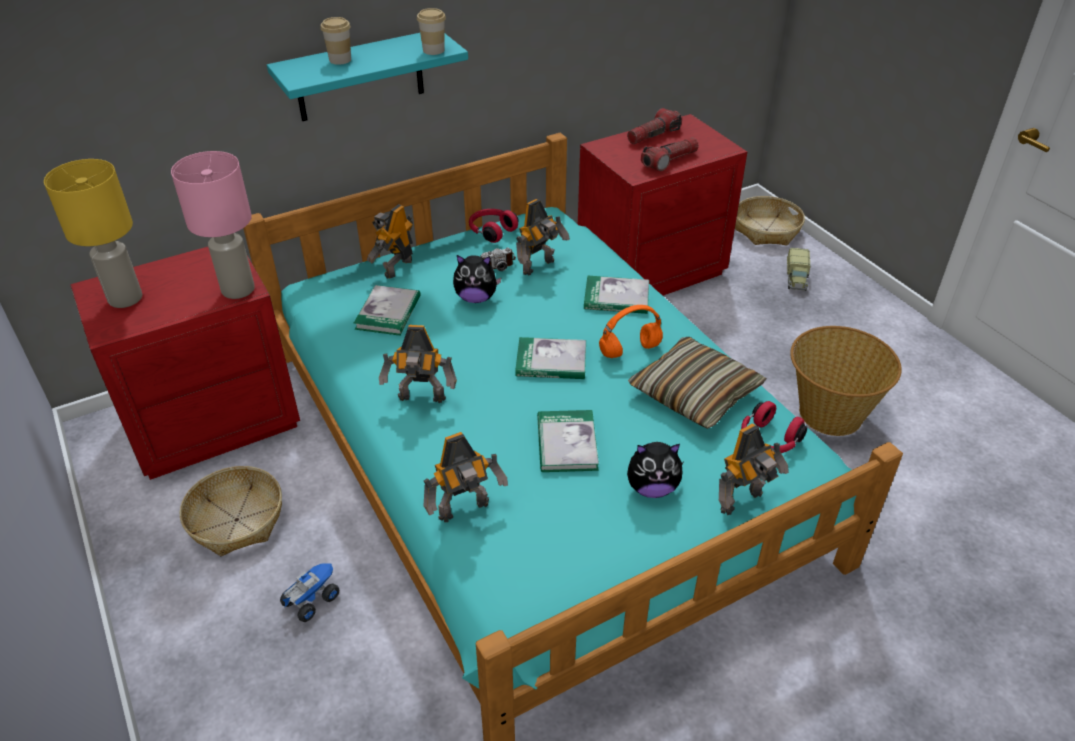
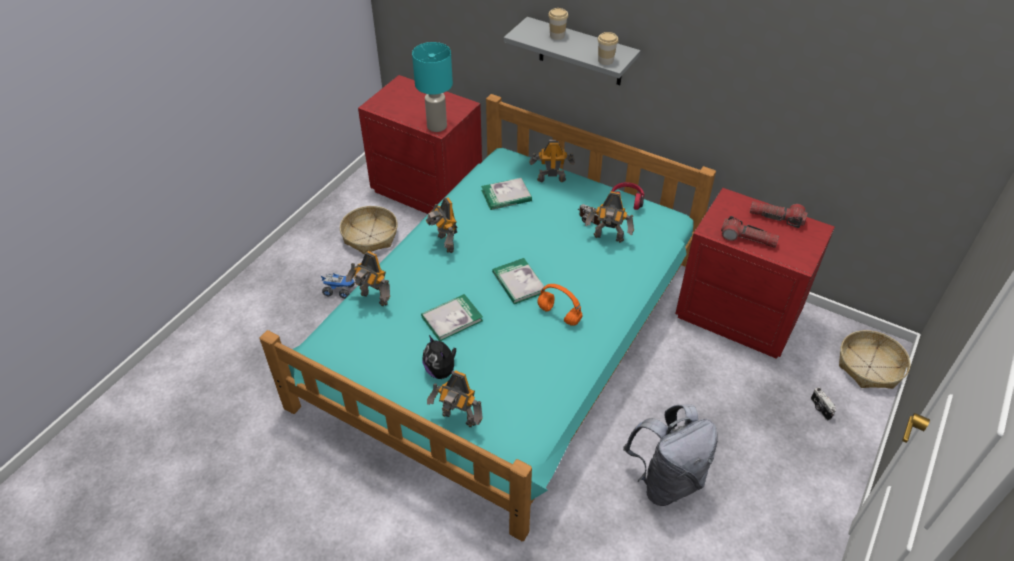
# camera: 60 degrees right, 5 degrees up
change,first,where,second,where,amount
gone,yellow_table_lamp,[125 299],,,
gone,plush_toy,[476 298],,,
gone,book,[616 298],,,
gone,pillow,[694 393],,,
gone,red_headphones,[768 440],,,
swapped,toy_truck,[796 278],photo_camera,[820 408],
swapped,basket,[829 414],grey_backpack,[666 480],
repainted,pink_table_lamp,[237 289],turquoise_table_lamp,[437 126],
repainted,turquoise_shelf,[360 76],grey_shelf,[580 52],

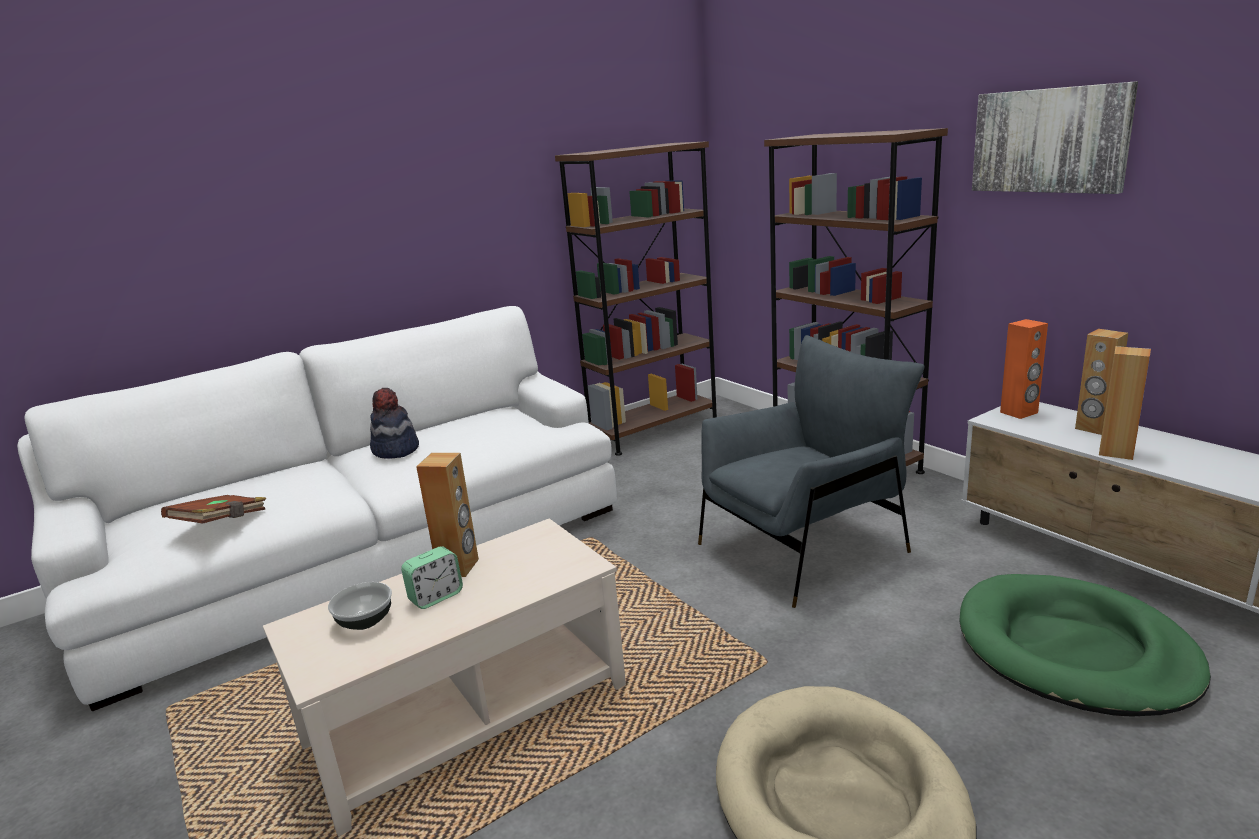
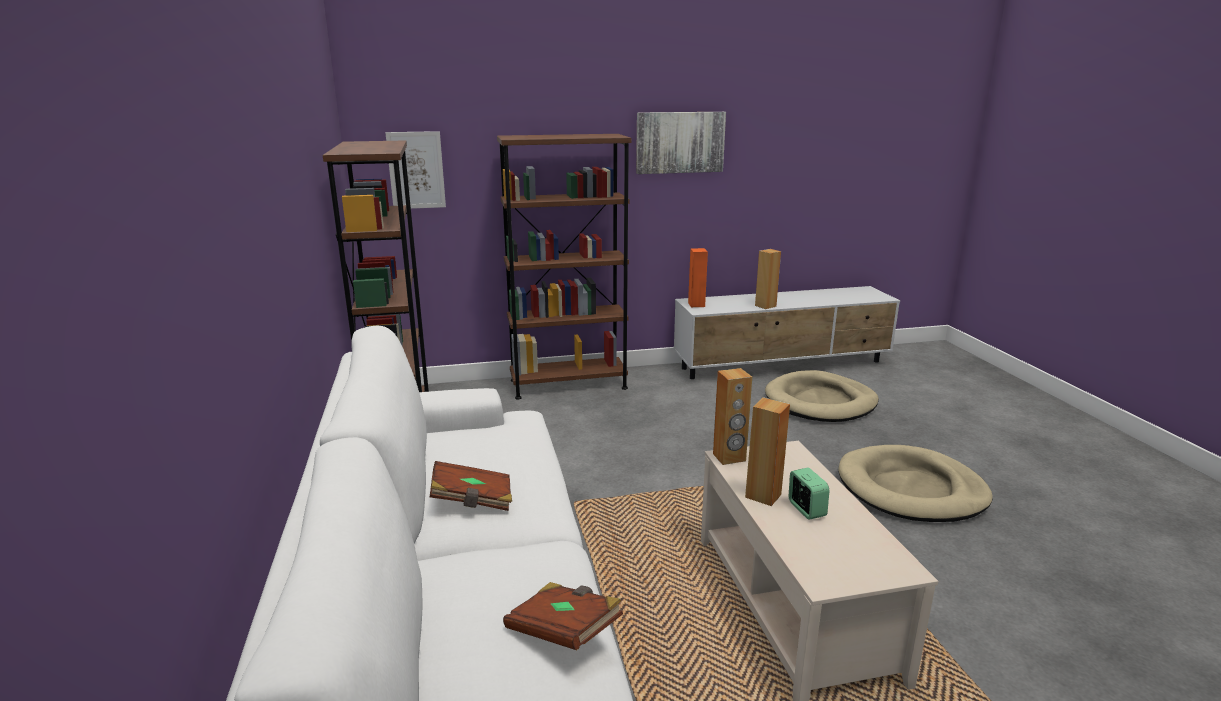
# camera: 70 degrees left, 0 degrees up
change,first,where,second,where,amount
gone,bowl,[364 621],,,
gone,grey_armchair,[803 547],,,
new,,,picture,[416 170],
shifted,brown_speaker,[1094 428],,[729 457],
swapped,hat,[395 450],brown_book,[472 501],
repainted,green_dog_bed,[1073 650],beige_dog_bed,[820 402],

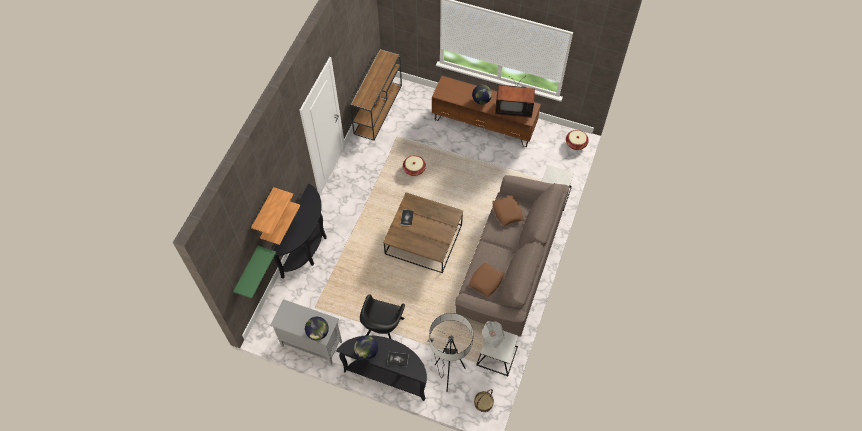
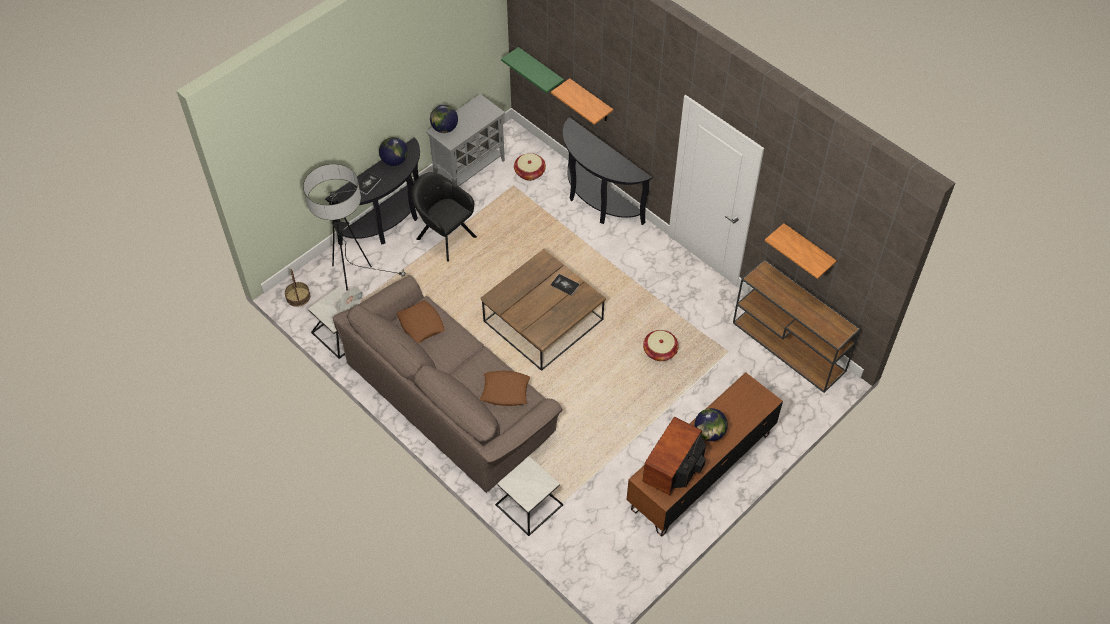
# camera: 115 degrees right, 5 degrees down
change,first,where,second,where,amount
shifted,shelf,[263 211],,[808 249],
shifted,basket,[576 143],,[529 172],

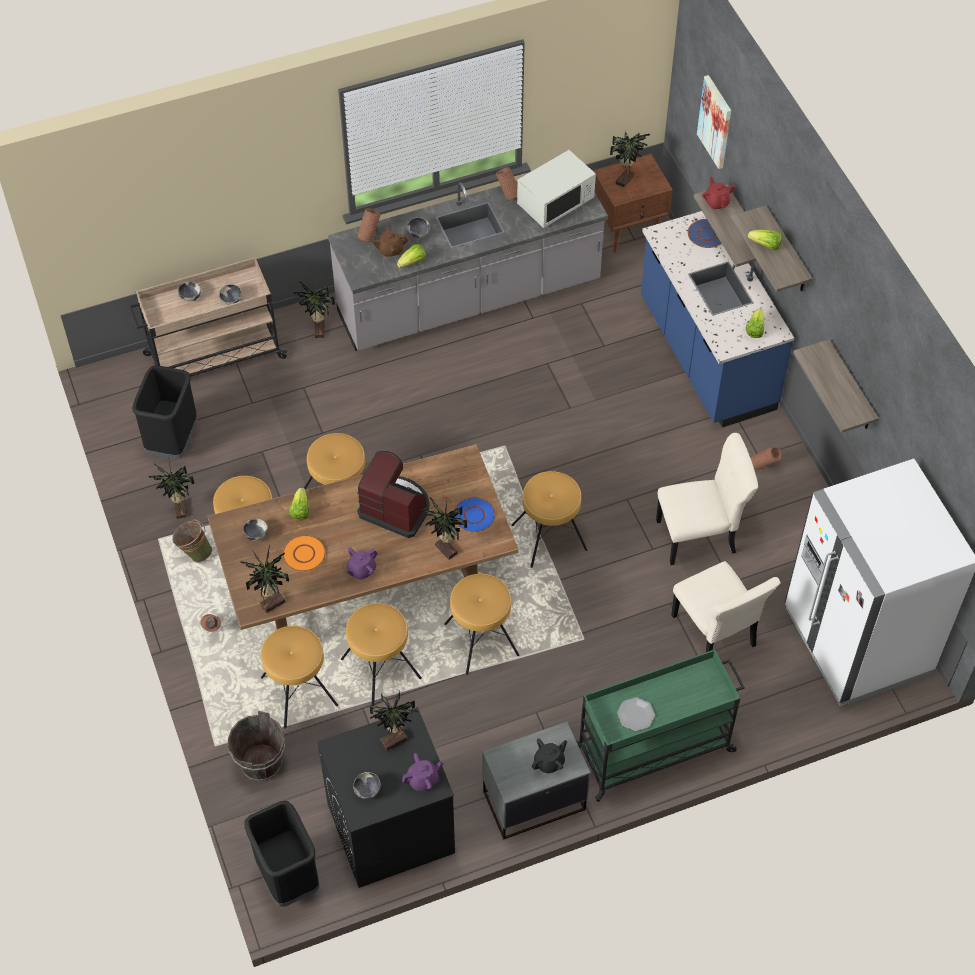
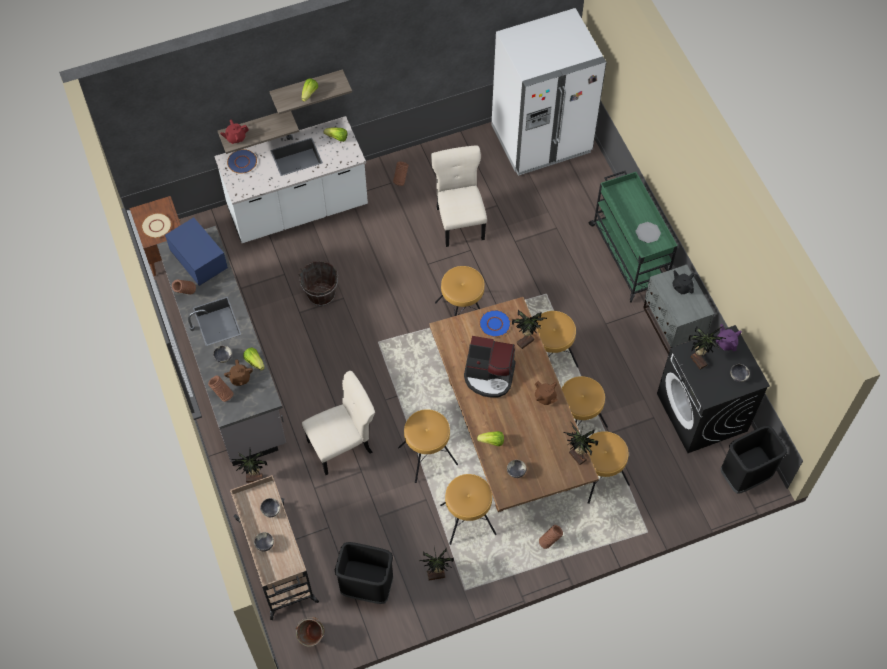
# camera: 90 degrees left, 5 degrees up
change,first,where,second,where,amount
gone,orange_plate,[304 554],,,
gone,picture,[715 121],,,
gone,shelf,[850 388],,,
shifted,green_bucket,[194 552],,[312 638],
shifted,brown_bucket,[261 763],,[321 294],
shifted,beige_chair,[715 633],,[342 446],
swapped,potted_plant,[626 180],beige_plate,[156 226],
repainted,purple_teapot,[361 570],brown_teapot,[545 397],
repainted,white_microwave,[555 202],blue_microwave,[198 260],
repainted,blue_counter,[705 355],white_counter,[298 209],
rotated,coffee_machine,[395 508],,[489 376],105 degrees counterclockwise

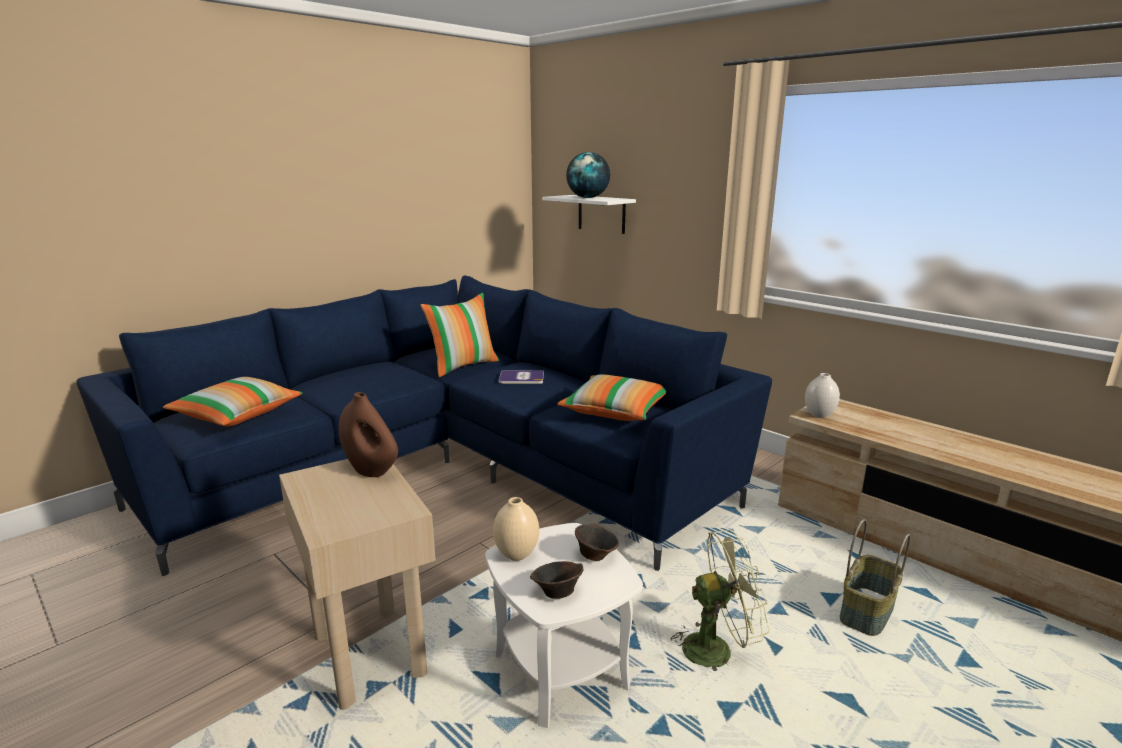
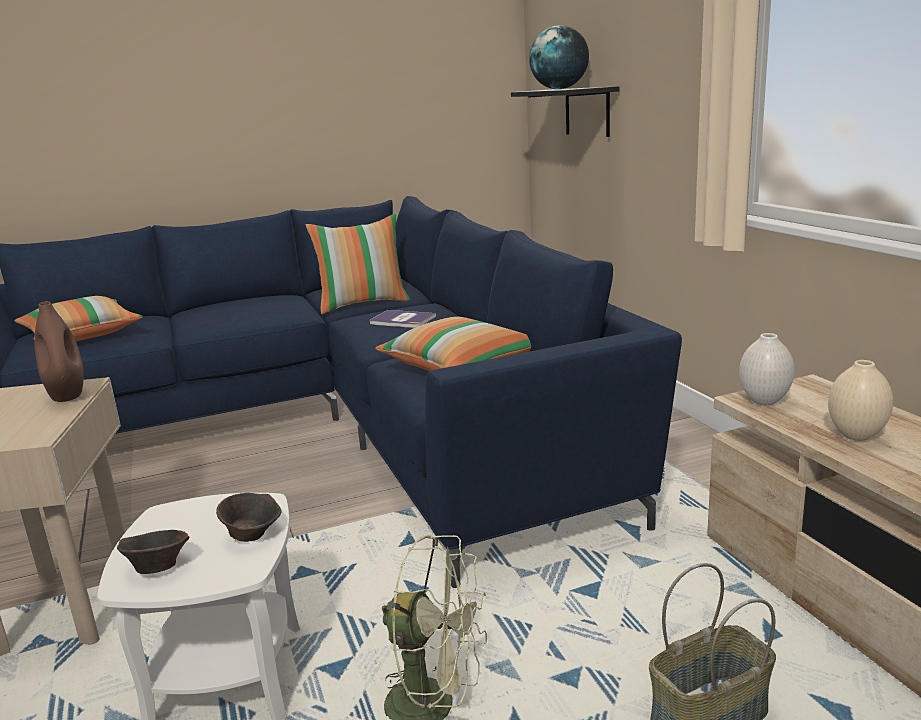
# camera: 25 degrees right, 0 degrees up
change,first,where,second,where,amount
shifted,beige_vase,[516 555],,[856 436],
repainted,white_shelf,[601 214],black_shelf,[587 111],

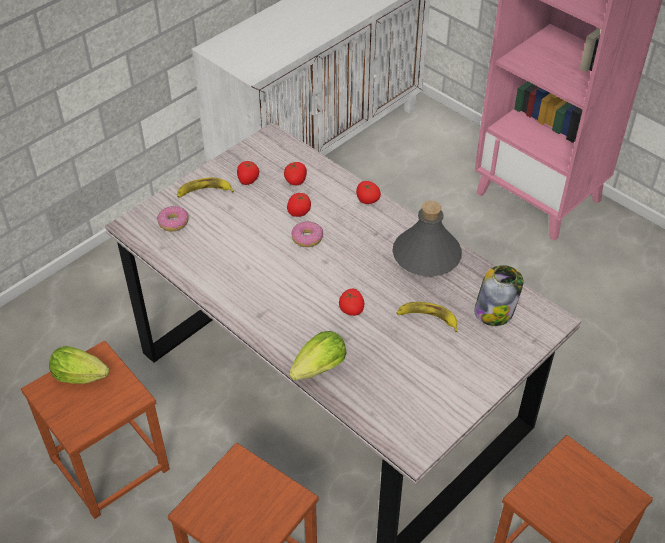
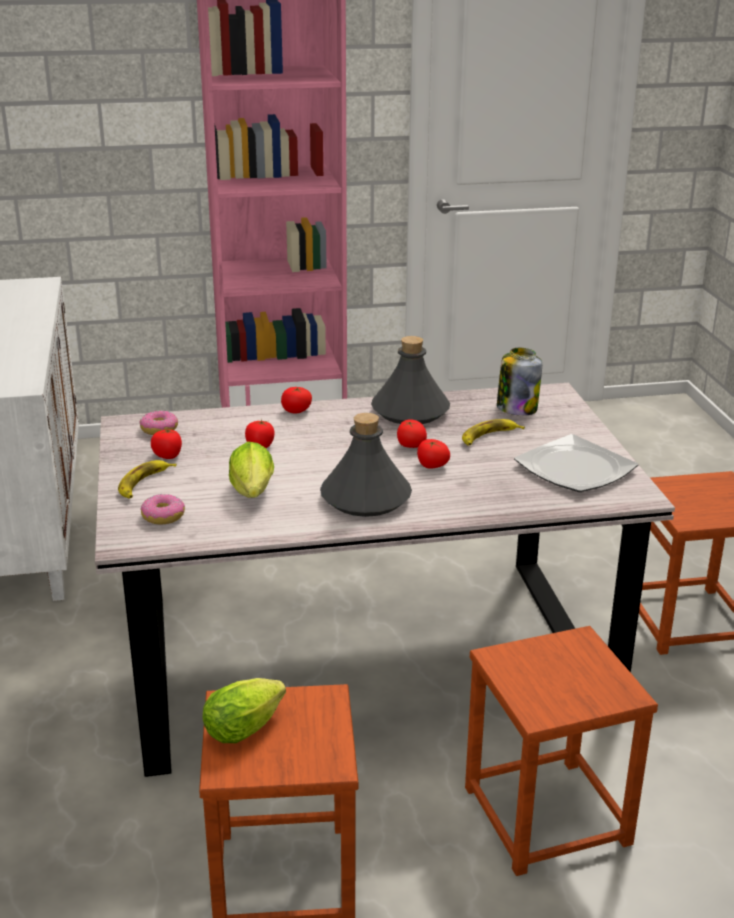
# camera: 55 degrees left, 20 degrees down
change,first,where,second,where,amount
new,,,grey_bottle,[365 498],
new,,,plate,[573 468],
shifted,tomato,[296 181],,[411 446],
shifted,lettuce,[316 370],,[253 494],
shifted,donut,[307 238],,[159 429],

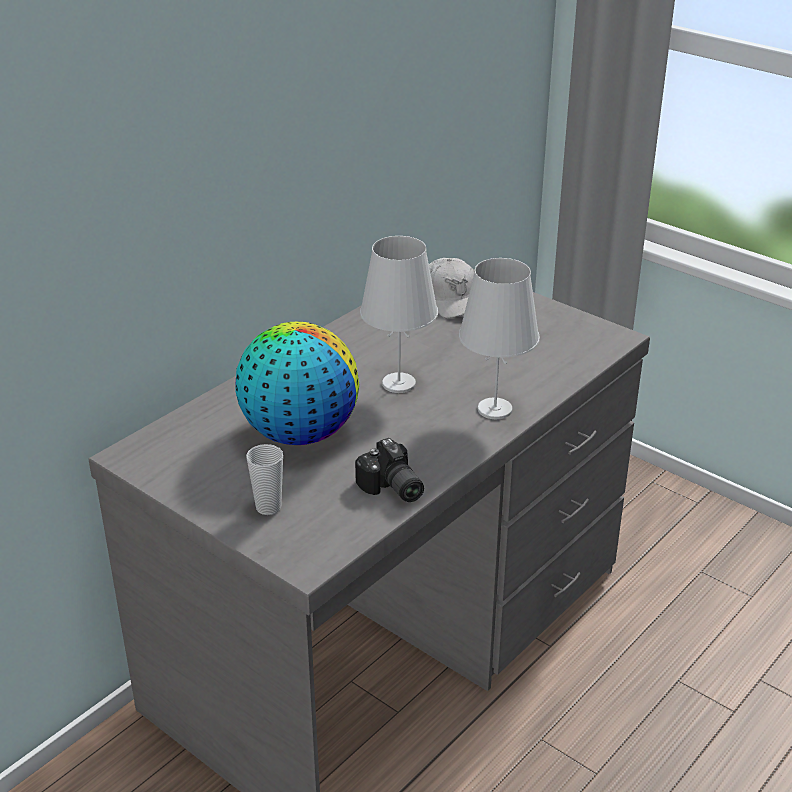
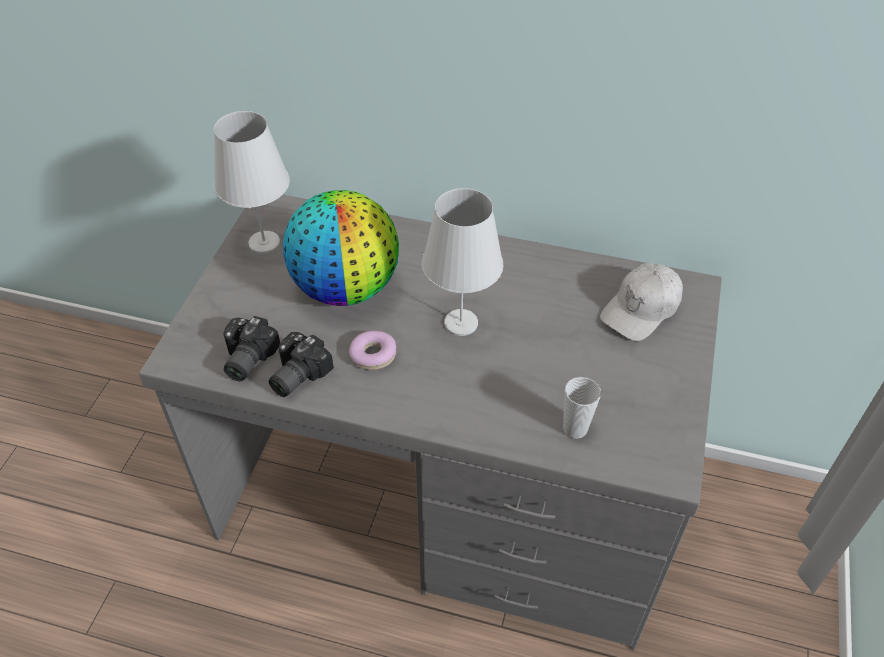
# camera: 65 degrees right, 15 degrees up
change,first,where,second,where,amount
new,,,photo_camera,[245 359],
new,,,donut,[373 355],
shifted,cup,[268 507],,[575 429],
shifted,white_table_lamp,[494 409],,[263 243],

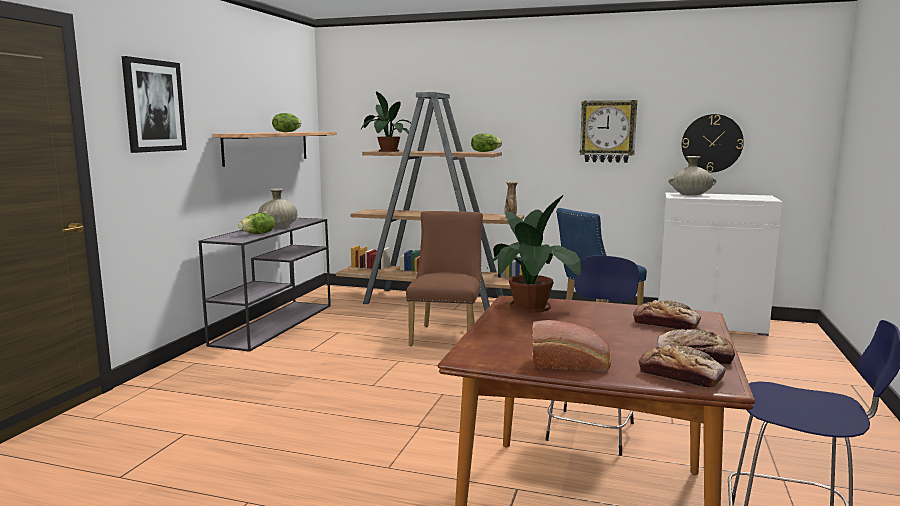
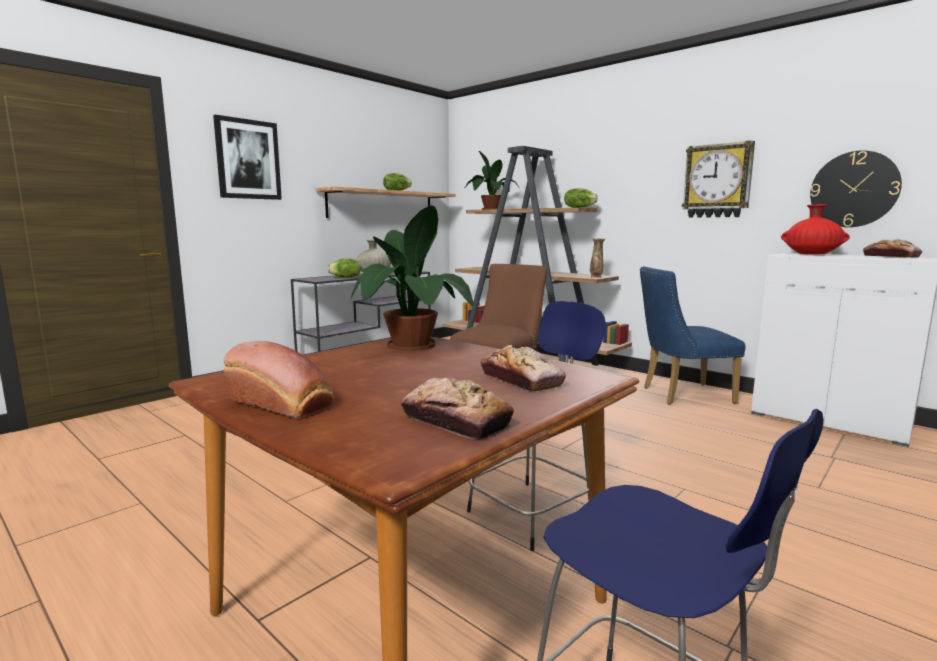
# camera: 25 degrees right, 0 degrees up
change,first,where,second,where,amount
shifted,bread,[680 376],,[891 257],
repainted,beige_vase,[691 195],red_vase,[812 254],

